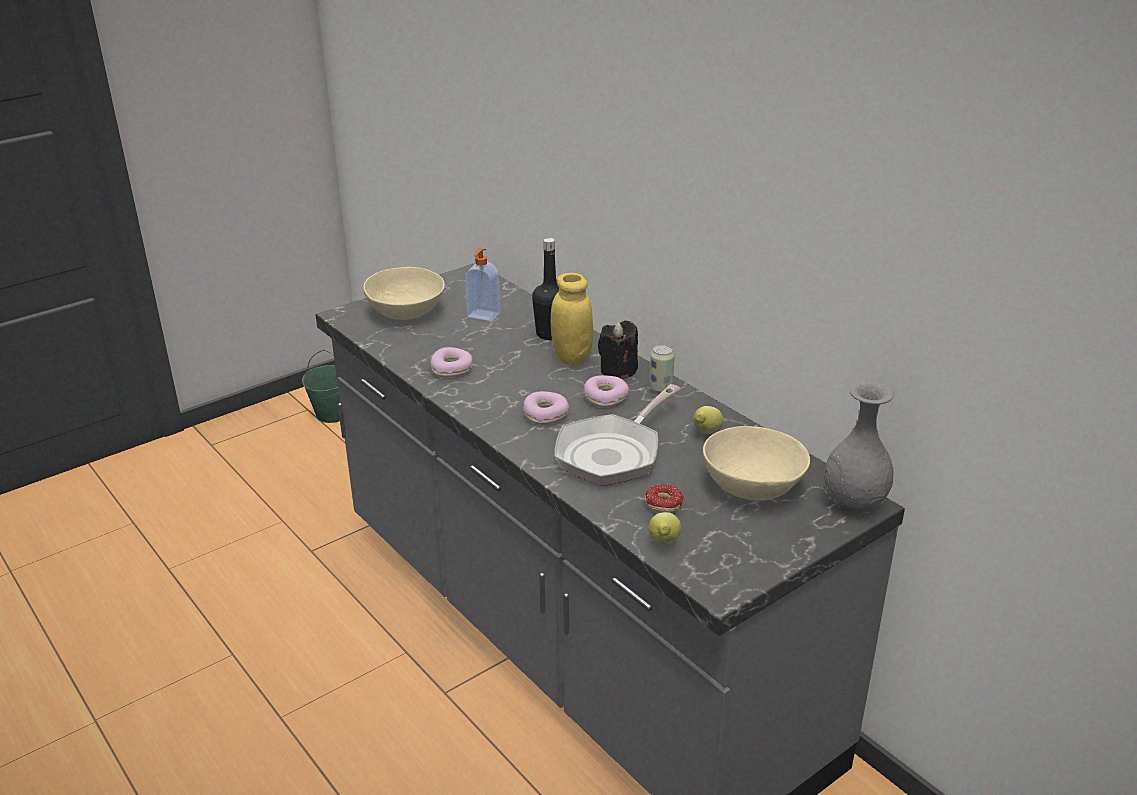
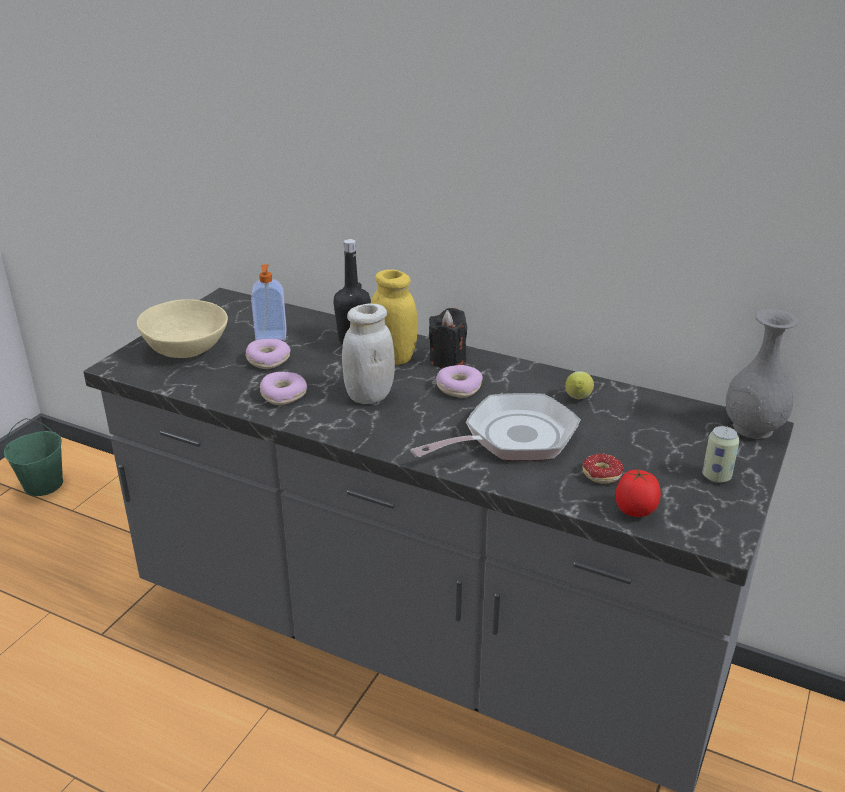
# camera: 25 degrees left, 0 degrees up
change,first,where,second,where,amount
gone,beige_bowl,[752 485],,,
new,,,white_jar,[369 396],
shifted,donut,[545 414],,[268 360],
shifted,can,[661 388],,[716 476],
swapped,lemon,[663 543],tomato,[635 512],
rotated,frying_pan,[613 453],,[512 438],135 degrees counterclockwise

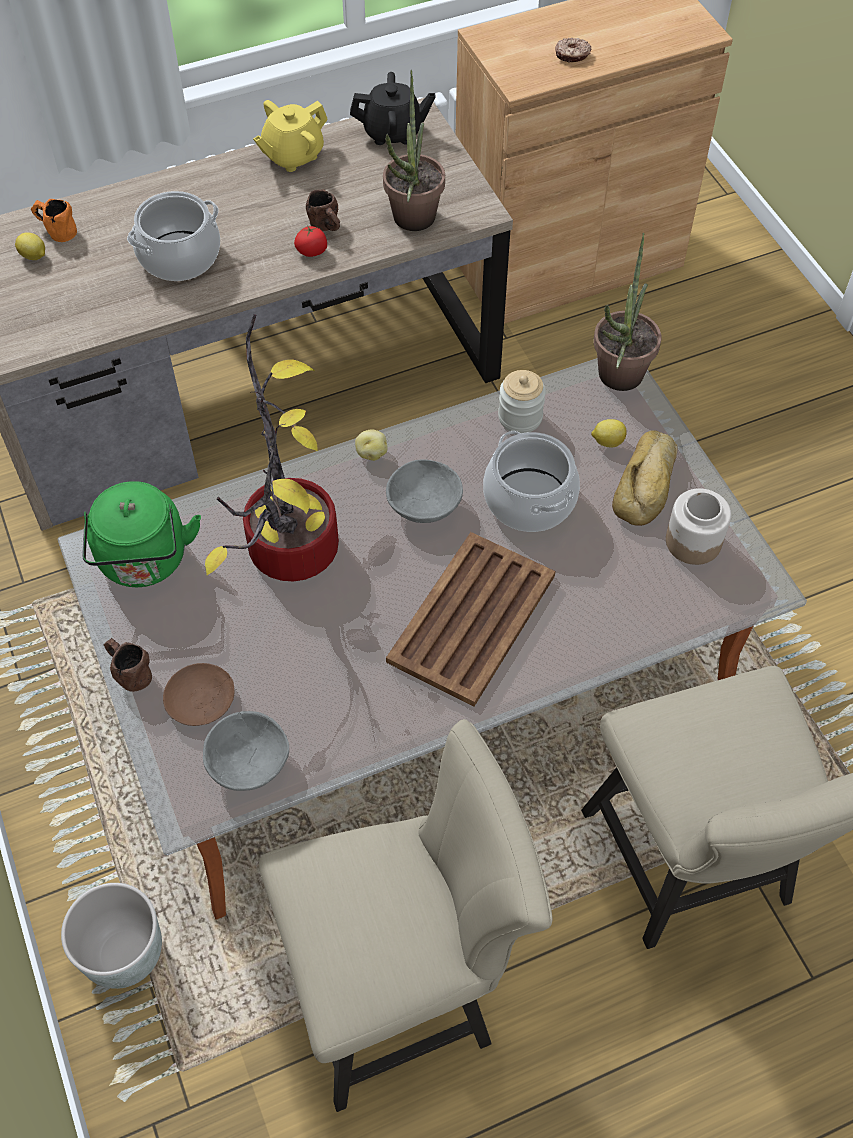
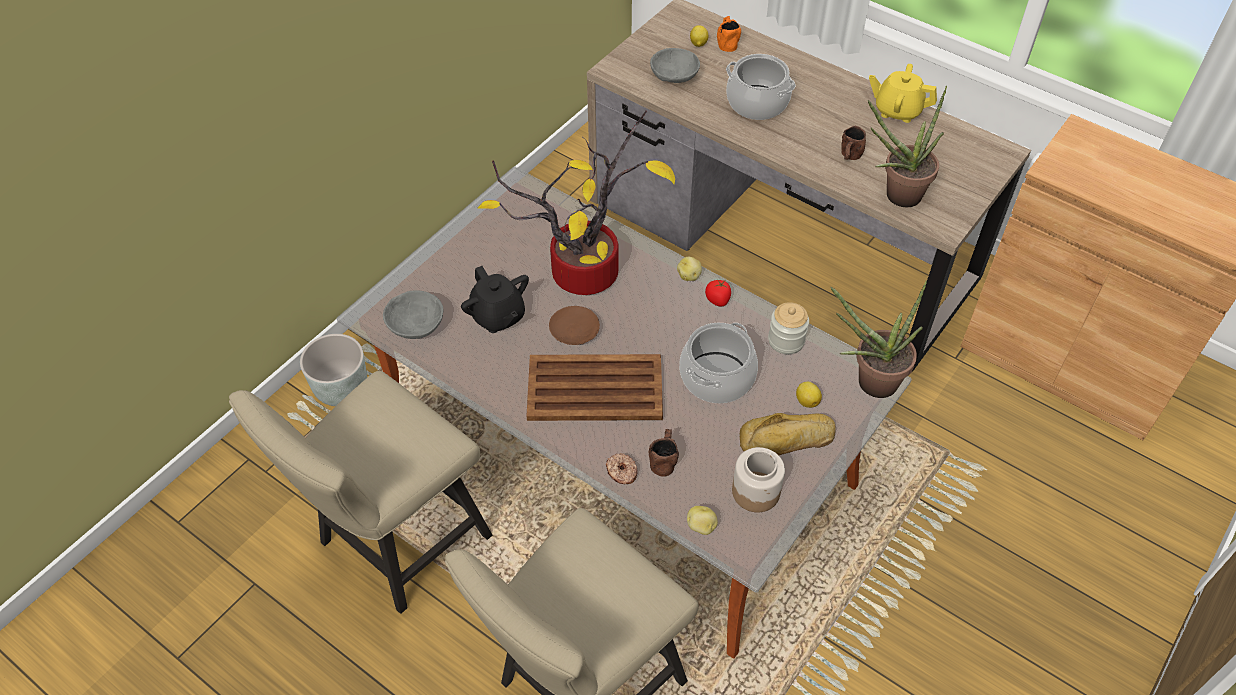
# camera: 60 degrees right, 5 degrees down
change,first,where,second,where,amount
gone,green_kettle,[144 562],,,
new,,,potato,[701 527],
shifted,brown_mug,[128 671],,[663 458],
shifted,brown_plate,[201 699],,[574 330],
shifted,tomato,[312 251],,[718 300],
shifted,black_teapot,[393 132],,[498 316],
shifted,grey_bowl,[425 505],,[674 78],
shifted,donut,[572 55],,[621 472],
rotated,beige_chair,[403 988],,[395 545],90 degrees clockwise

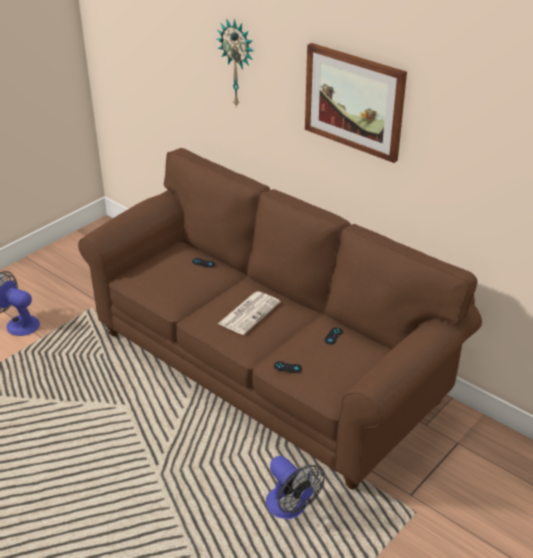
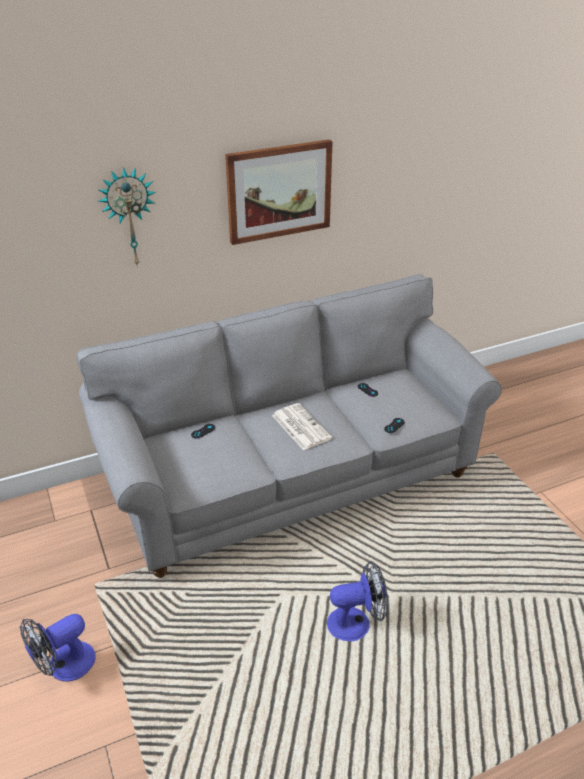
# camera: 65 degrees left, 0 degrees up
change,first,where,second,where,amount
shifted,fan,[290 508],,[356 623],
repainted,brown_sofa,[267 368],grey_sofa,[292 478],

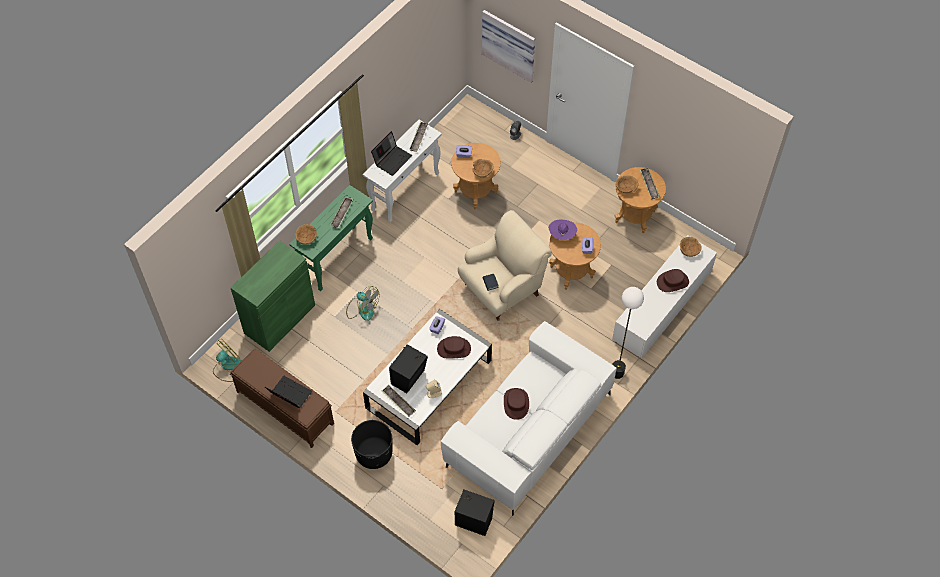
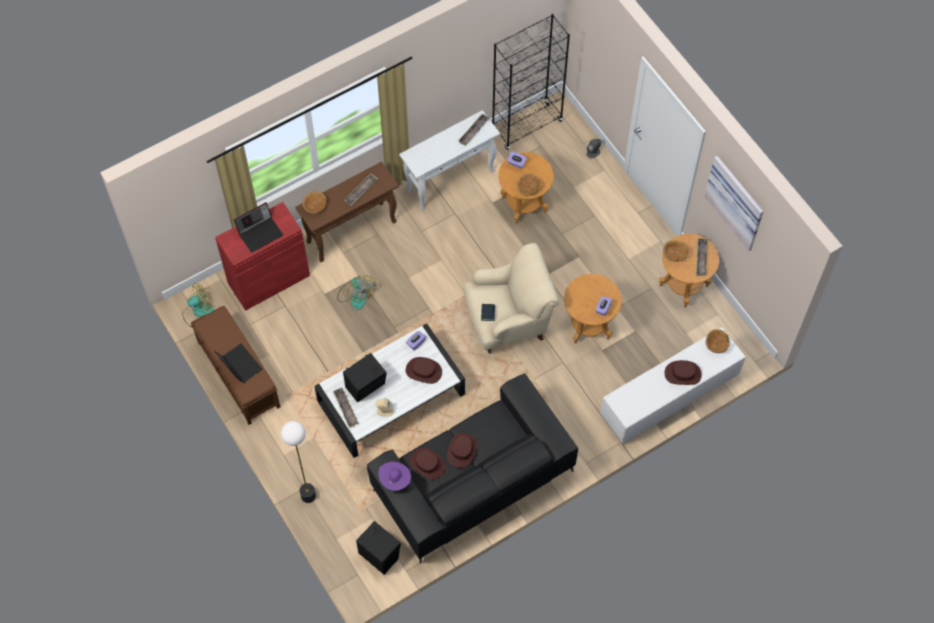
# camera: 20 degrees right, 5 degrees up
change,first,where,second,where,amount
gone,black_planter,[374 453],,,
new,,,brown_hat,[427 464],
new,,,black_bookcase,[527 126],
shifted,laptop,[392 159],,[260 233],
shifted,picture,[510 44],,[736 201],
shifted,purple_hat,[562 235],,[395 480],
shifted,floor_lamp,[617 373],,[308 496],
repainted,green_cabinet,[279 319],red_cabinet,[268 279],
repainted,green_console_table,[337 257],brown_console_table,[352 231],
repainted,white_sofa,[528 429],black_sofa,[472 480],

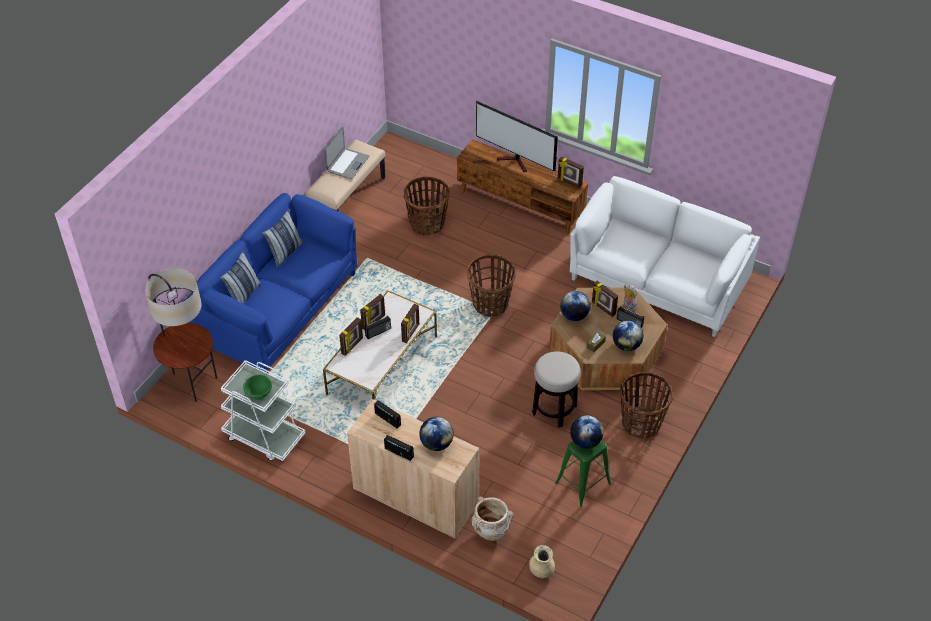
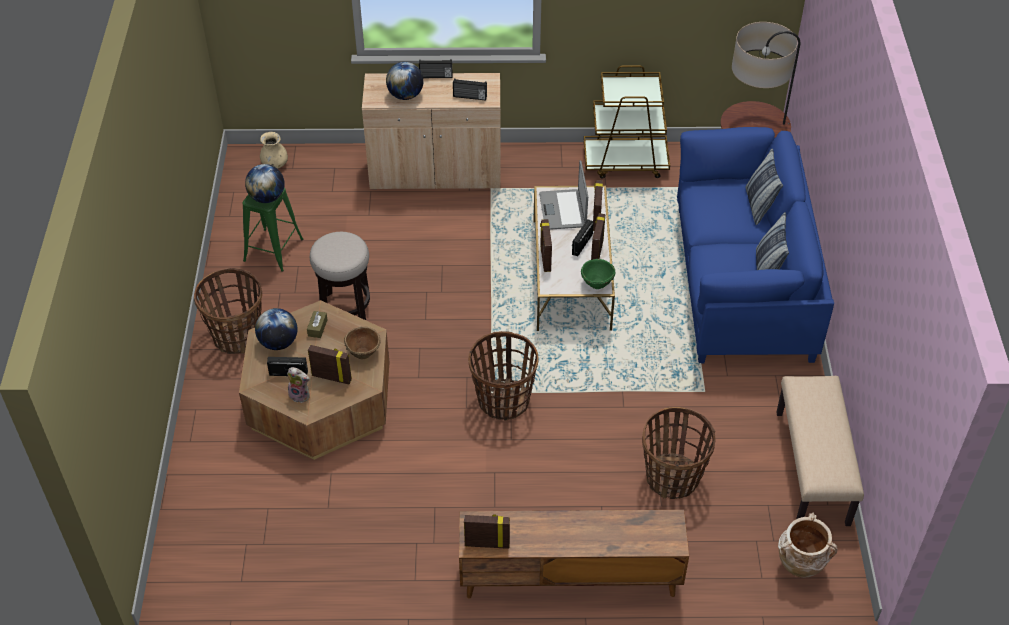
# camera: 150 degrees right, 0 degrees up
change,first,where,second,where,amount
gone,television,[515 162],,,
gone,white_sofa,[658 282],,,
shifted,green_bowl,[259 394],,[596 283],
shifted,laptop,[347 164],,[563 210],
shifted,beige_vase,[490 534],,[799 566],
swapped,globe,[574 316],brown_bowl,[363 352],
repainted,white_cart,[264 436],brown_cart,[626 162],

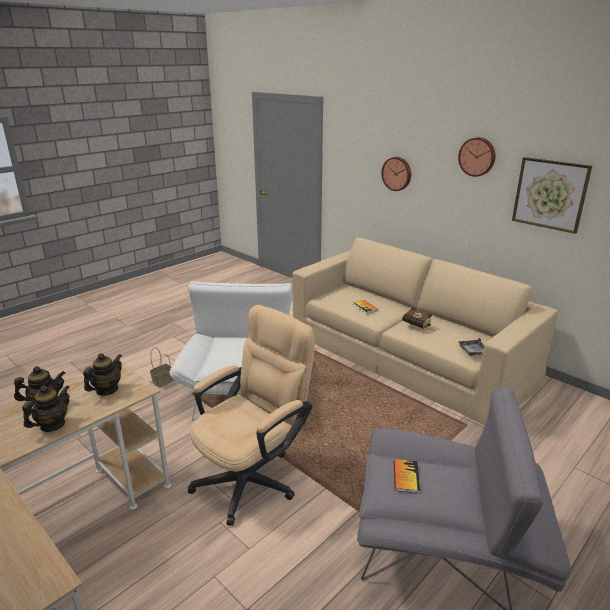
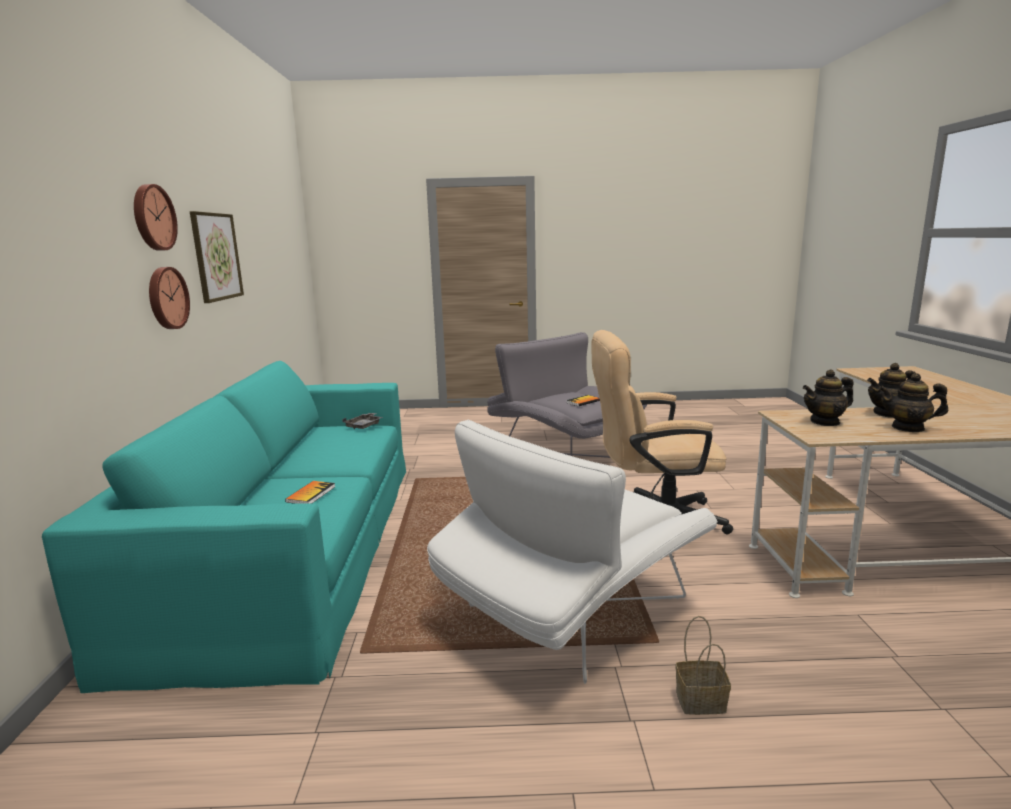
# camera: 135 degrees left, 10 degrees down
change,first,where,second,where,amount
gone,book,[418 327],,,
shifted,wall_clock,[397 173],,[166 298],
repainted,beige_sofa,[408 354],turquoise_sofa,[292 546],

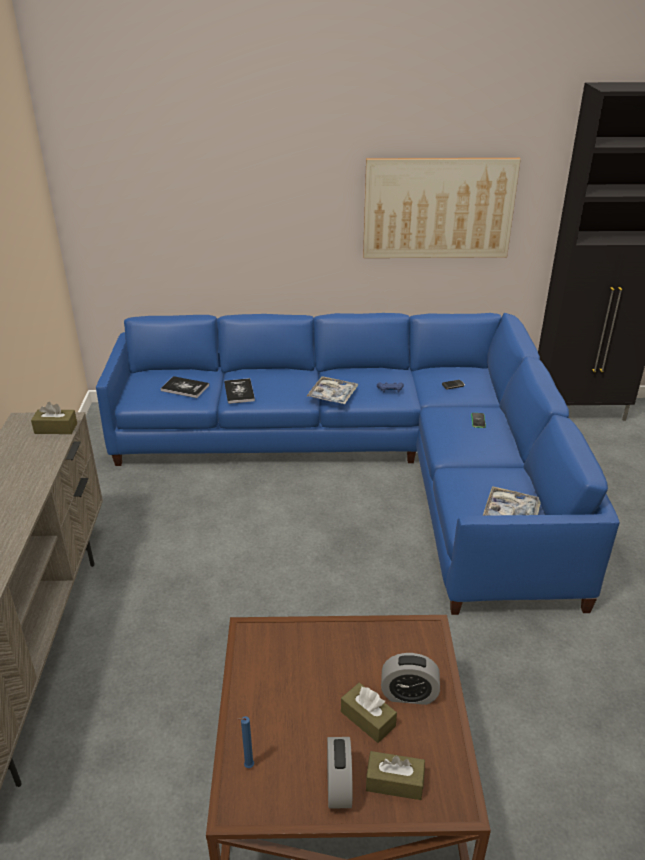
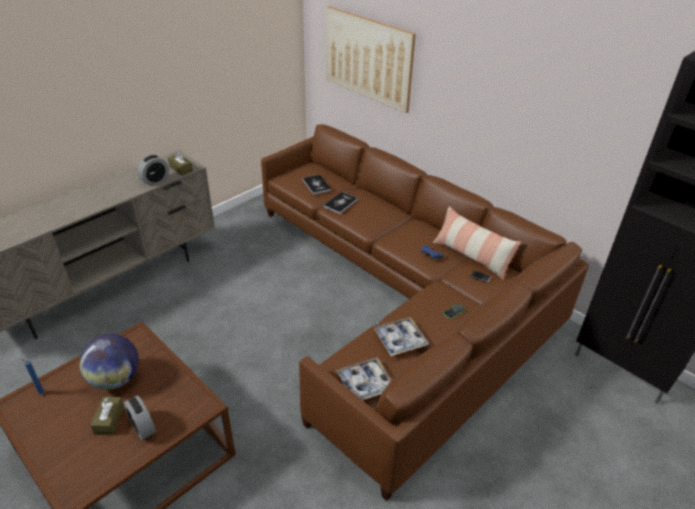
# camera: 45 degrees right, 5 degrees up
change,first,where,second,where,amount
gone,brown_tissue_box,[394 782],,,
new,,,globe,[115 379],
new,,,pillow,[472 256],
shifted,tray,[332 395],,[400 340],
shifted,alarm_clock,[339 786],,[155 180],
shifted,picture,[438 208],,[368 58],
repainted,blue_sofa,[370 461],brown_sofa,[402 300],

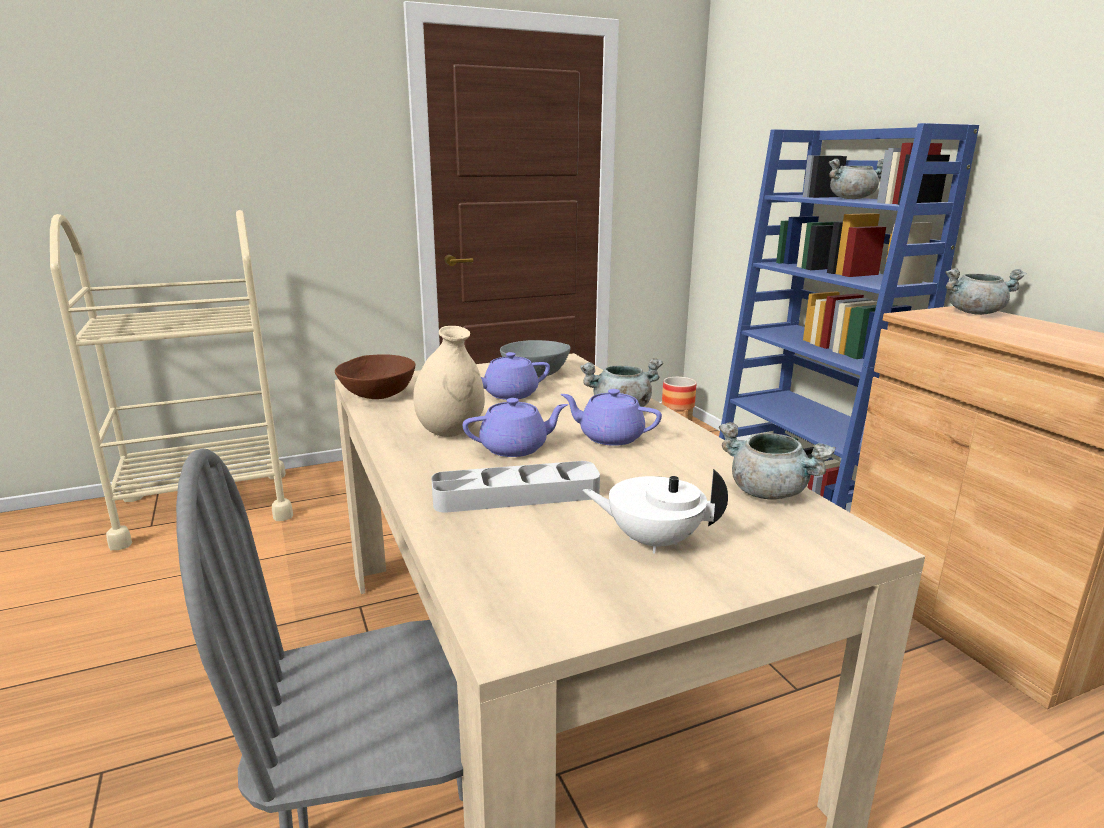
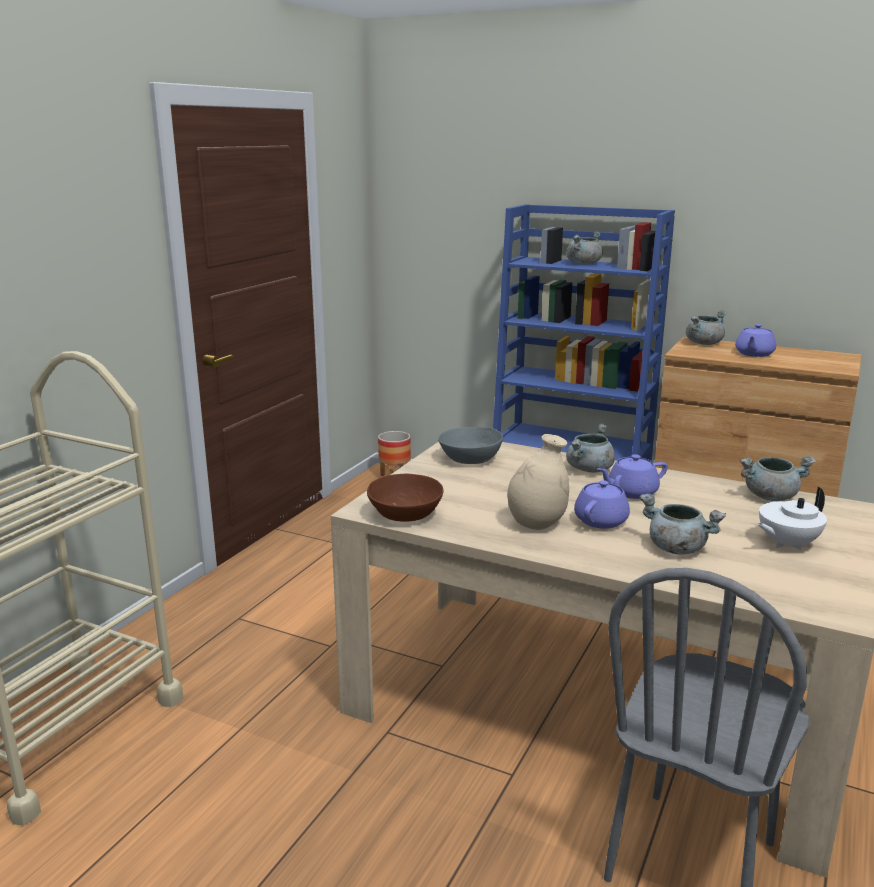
# camera: 40 degrees left, 0 degrees up
change,first,where,second,where,amount
shifted,purple_teapot,[509 394],,[754 354],
swapped,grey_tray,[516 495],grey_cooking_pot,[676 548],

